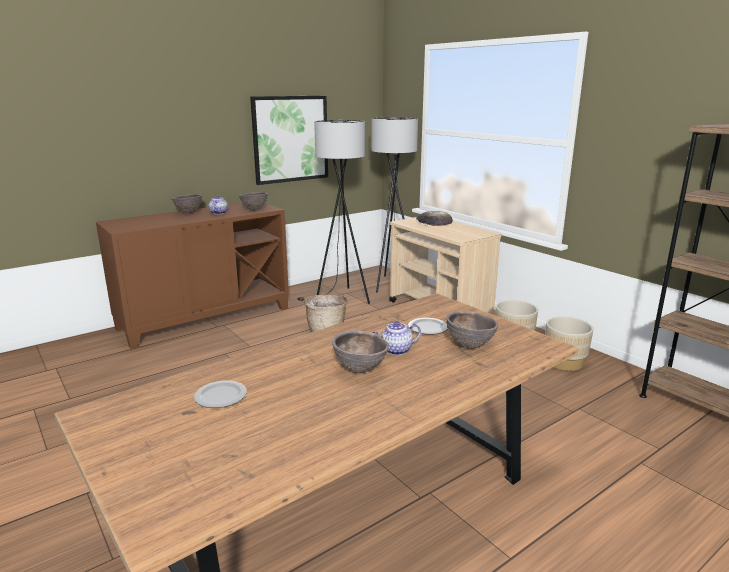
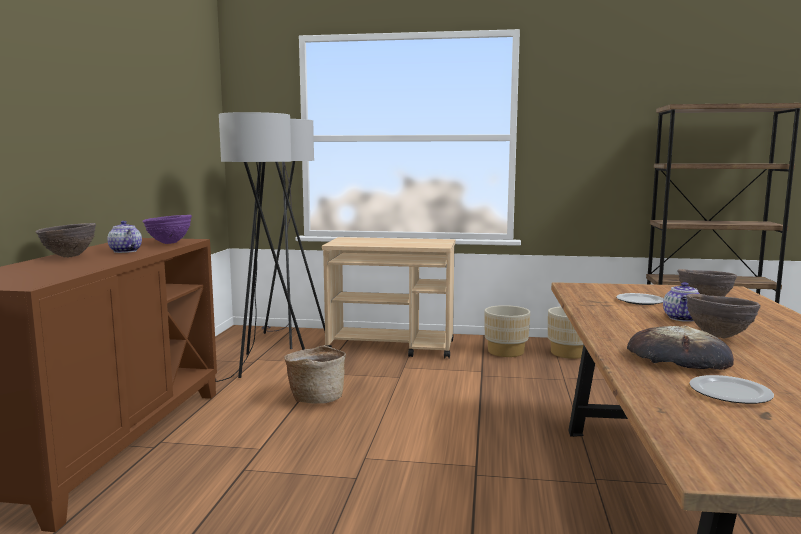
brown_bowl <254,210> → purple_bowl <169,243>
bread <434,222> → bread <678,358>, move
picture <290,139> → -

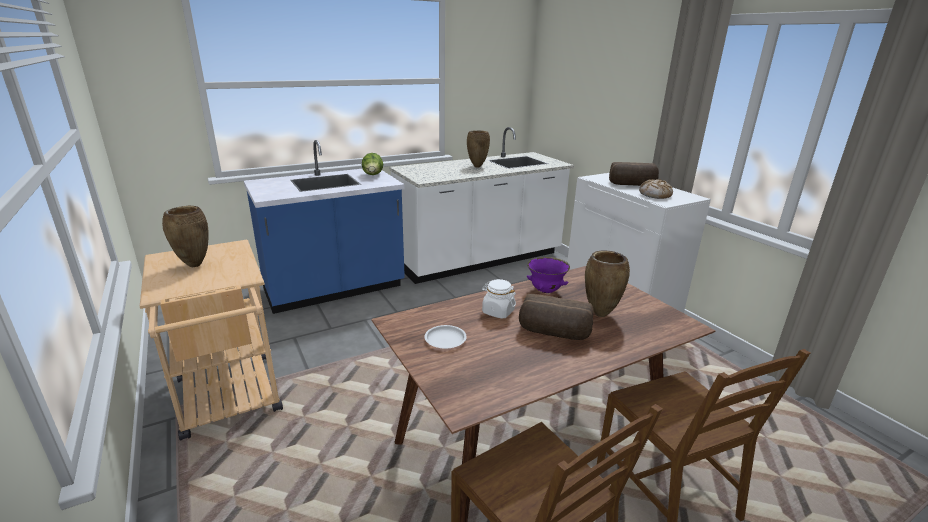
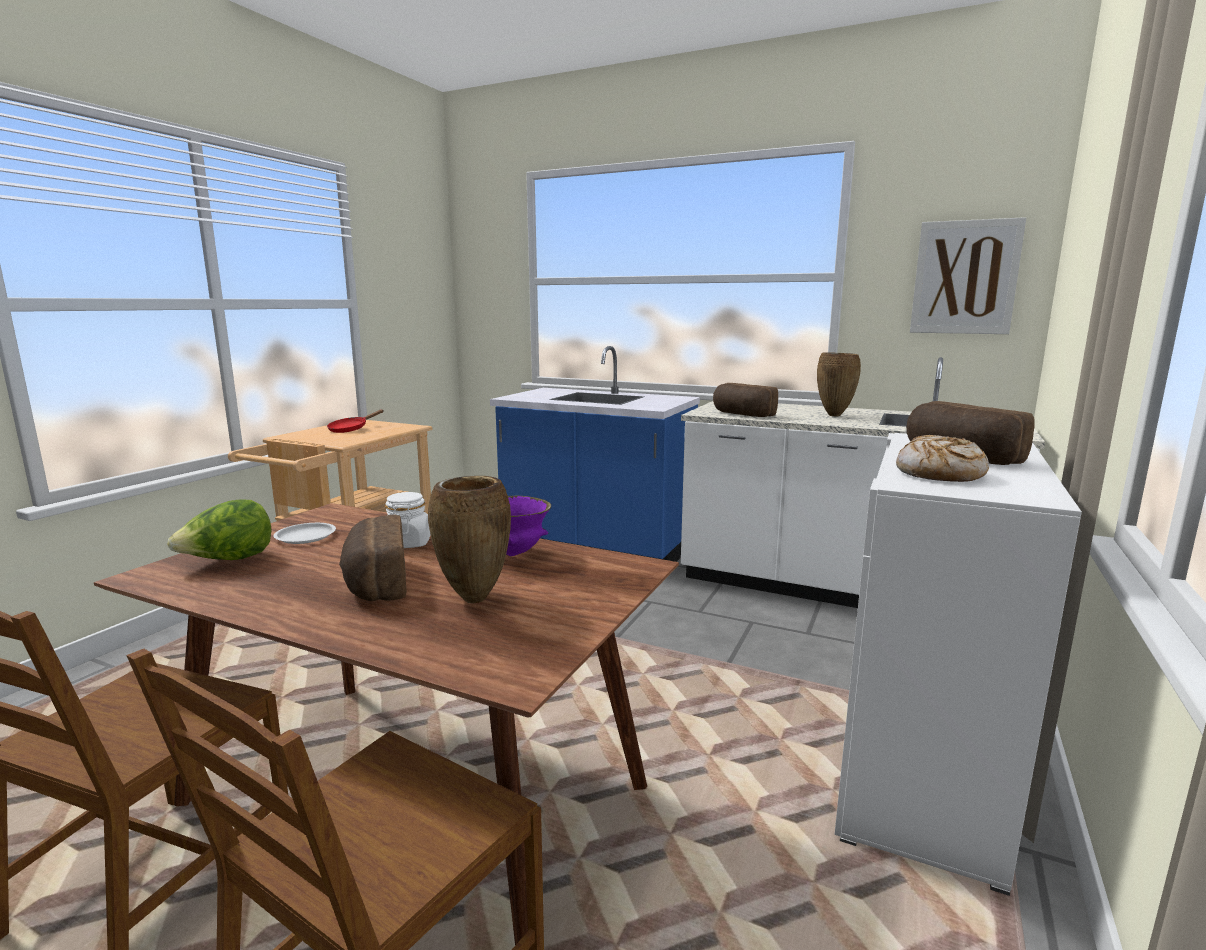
lettuce <373,175> → lettuce <229,561>, move
brown_vase <194,265> → red_frying_pan <351,429>
- → bread <742,414>
- → picture <965,277>

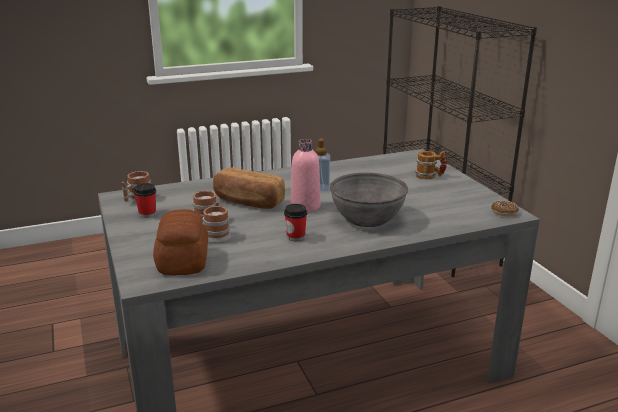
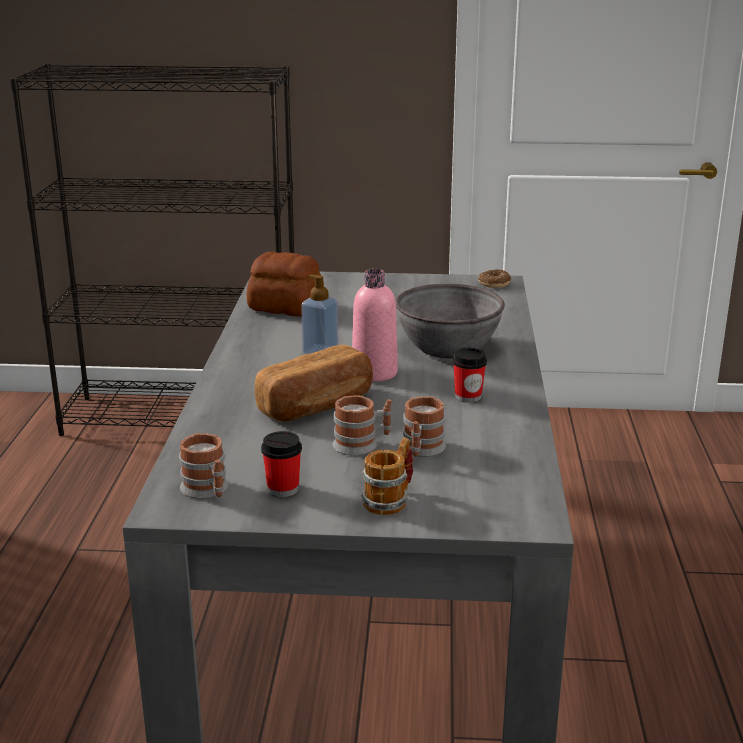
bread <184,260> → bread <286,307>, move
mug <430,176> → mug <390,500>, move

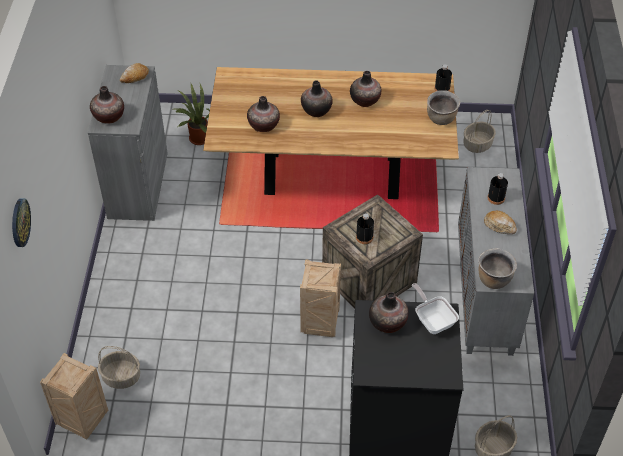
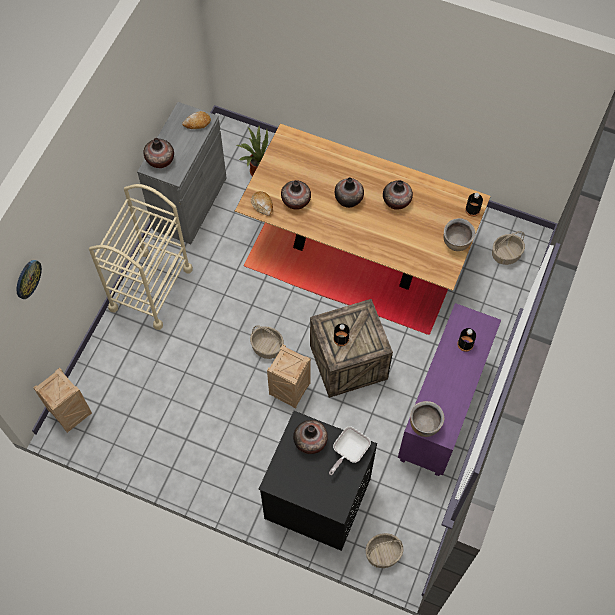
- → beige_cart <151,288>
basket <122,377> → basket <267,347>, move
bread <499,226> → bread <262,205>, move
frying_pan <433,320> → frying_pan <348,452>, 135 degrees counterclockwise
grey_cabinet <486,294> → purple_cabinet <442,410>

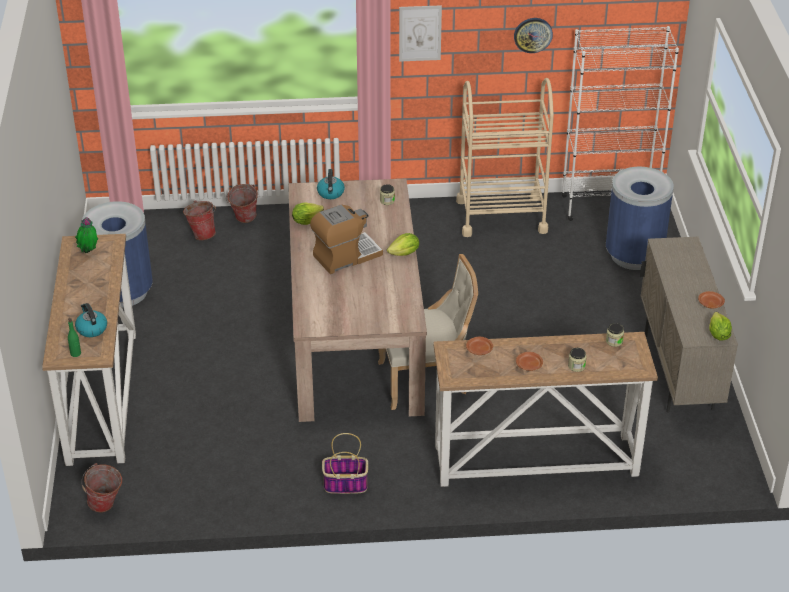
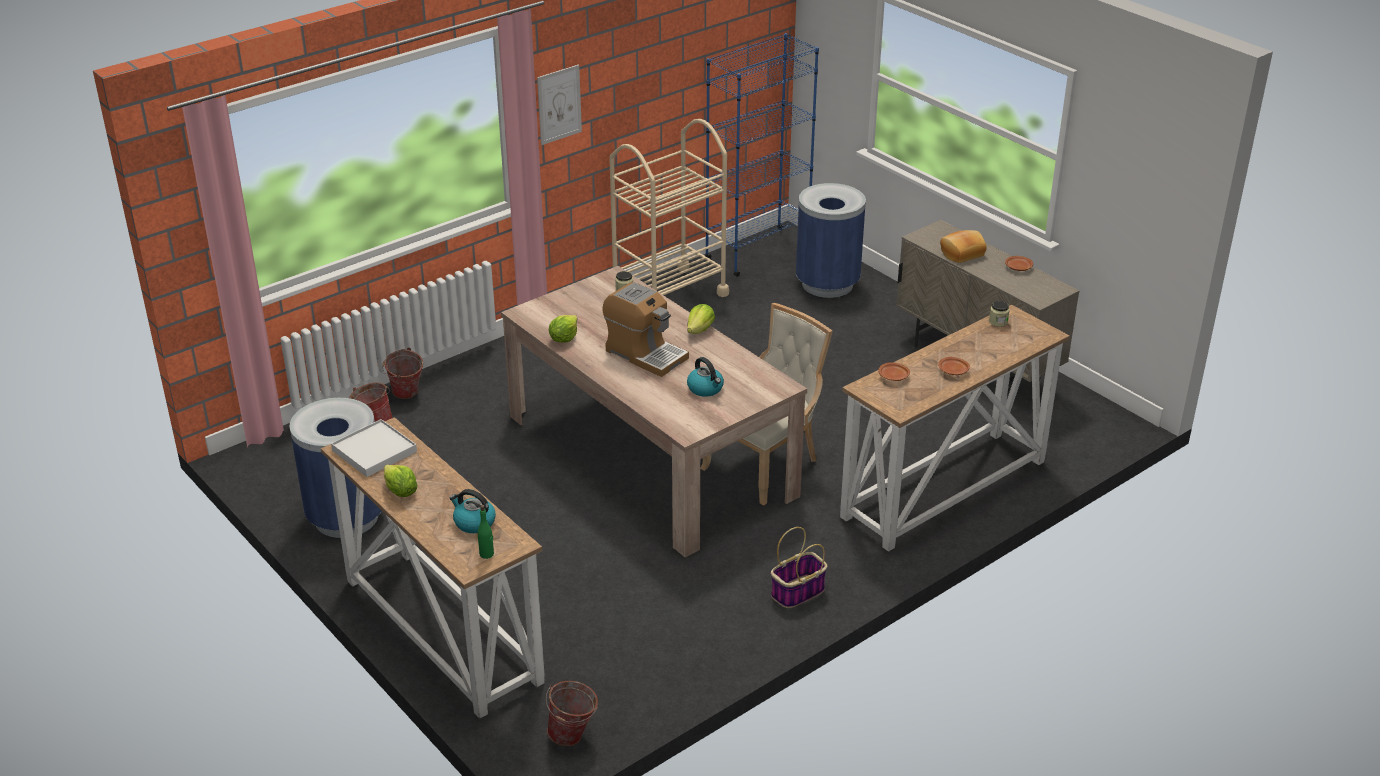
potted_plant <89,252> → white_tray <374,451>
lettuce <718,335> → lettuce <400,492>, move
coffee_machine <346,256> → coffee_machine <645,354>, 105 degrees clockwise
kettle <331,193> → kettle <706,389>, move
white_bookcase <609,206> → blue_bookcase <758,252>
- → bread <961,253>
wall_clock <533,34> → -
jar <576,366> → -

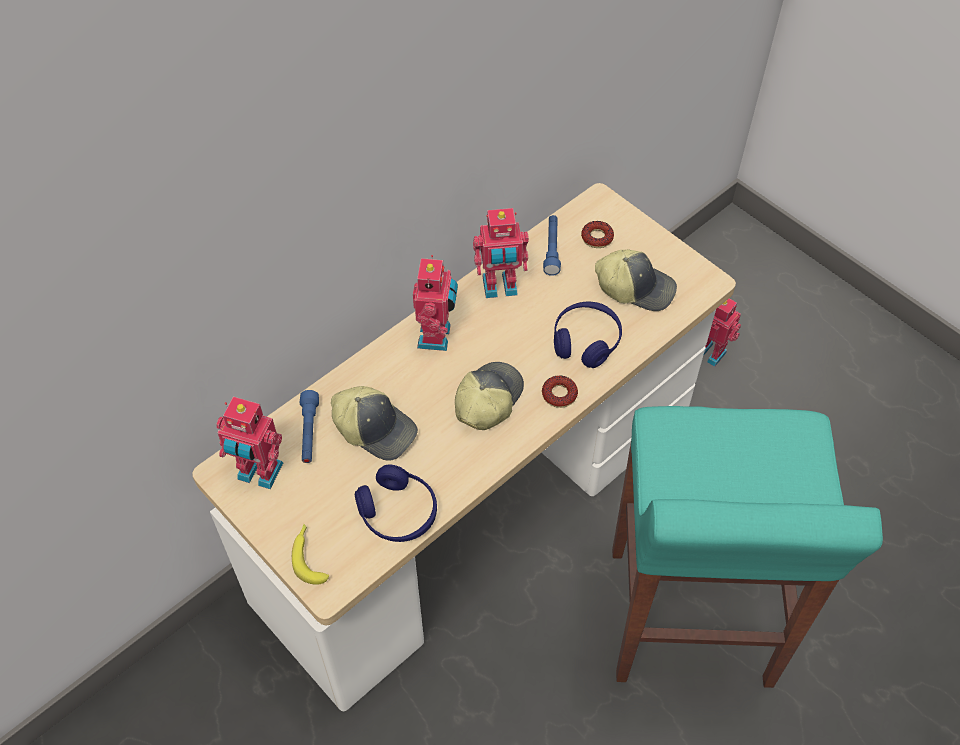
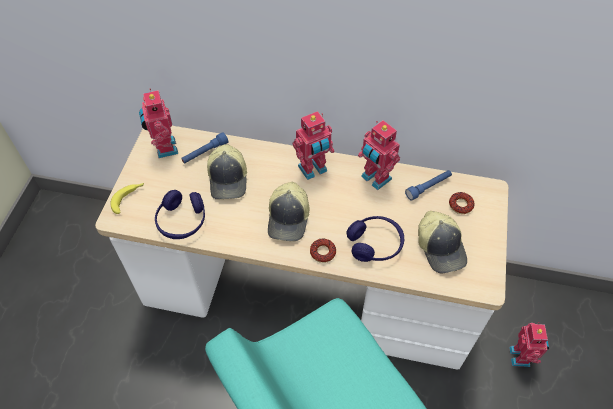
cap <487,400> → cap <289,218>, 105 degrees clockwise

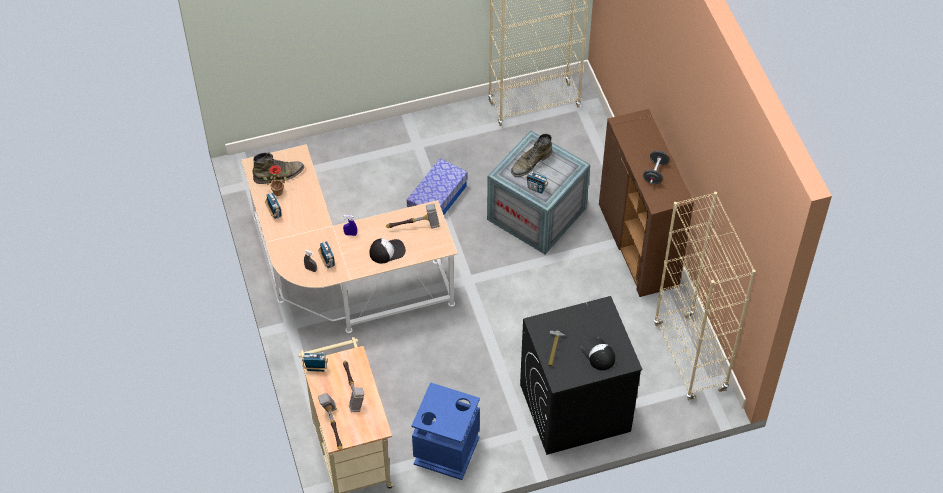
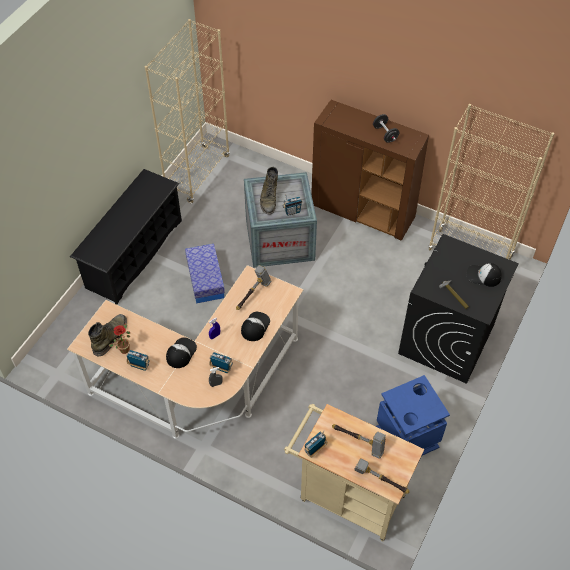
- → black_shoe_rack <134,254>
- → cap <181,353>

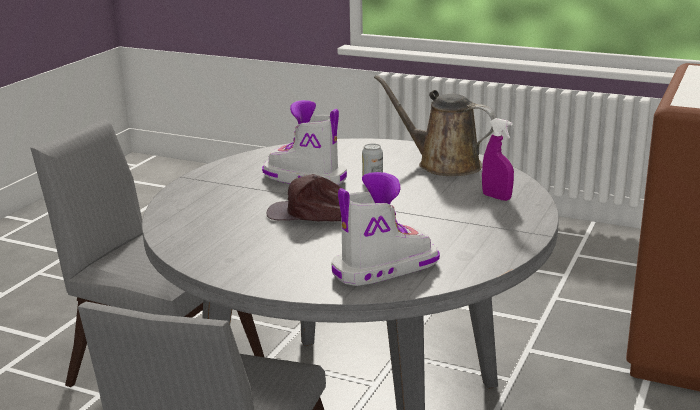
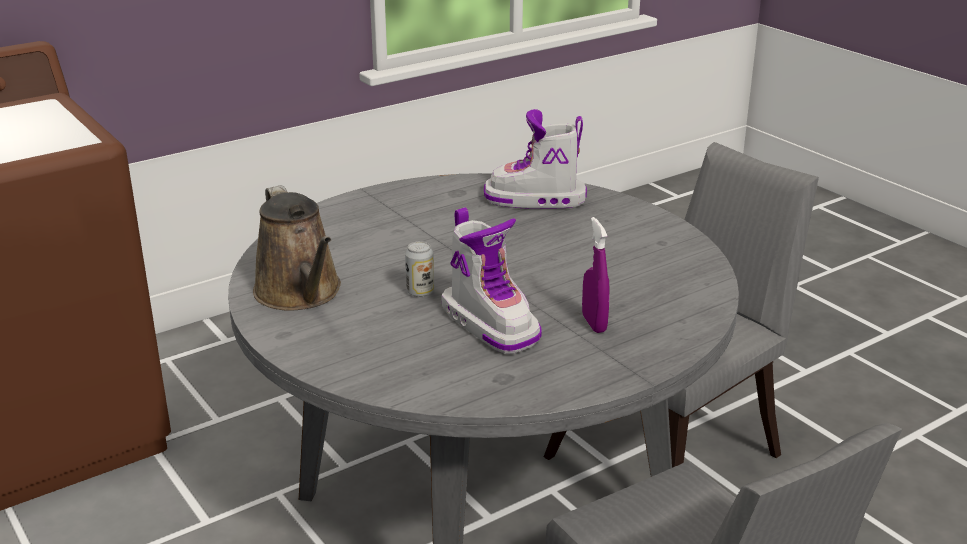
purple_spray_bottle <496,197> → purple_spray_bottle <594,323>, move
brown_cap <311,214> → -

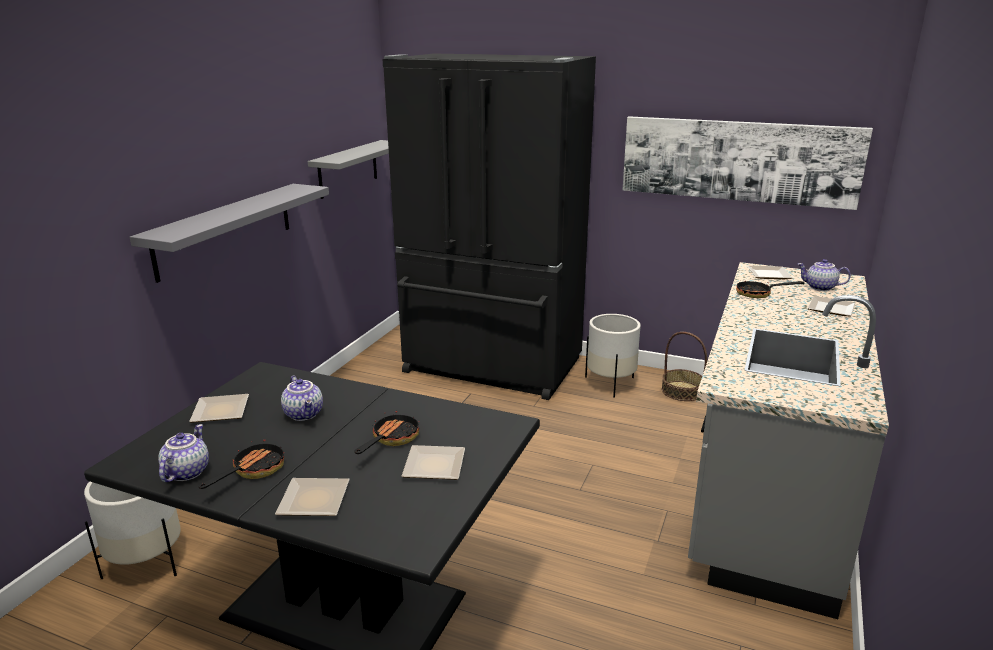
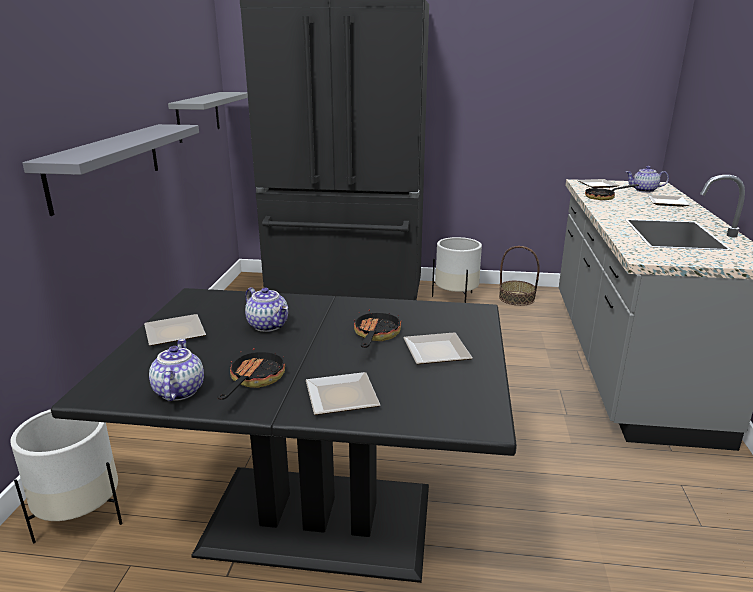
picture <738,160> → -

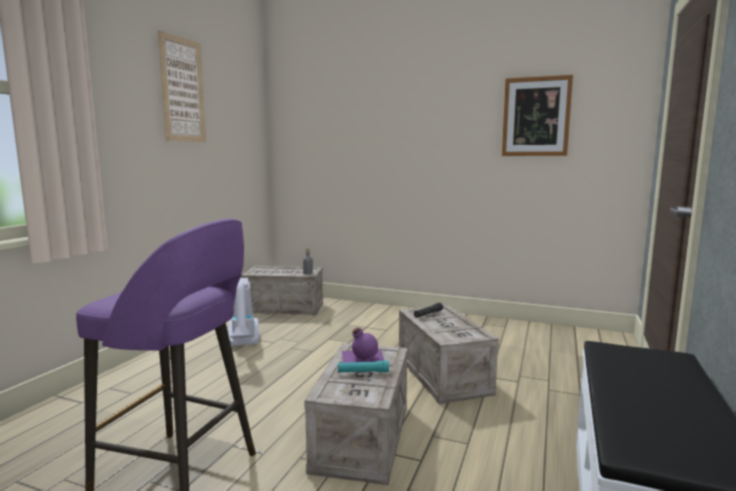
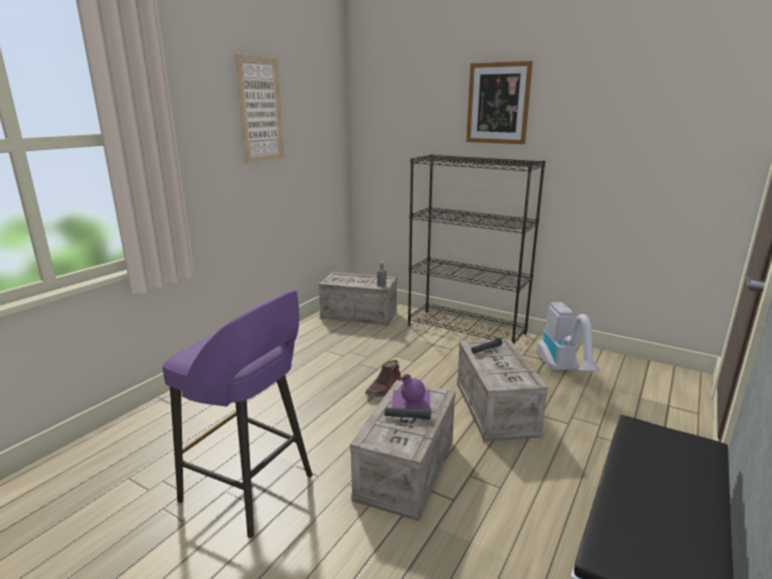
- → brown_boot <384,388>
turquoise_flashlight <363,372> → black_flashlight <407,417>
- → black_bookcase <467,329>
picture <536,117> → picture <498,103>, move
vacuum_cleaner <244,346> → vacuum_cleaner <563,370>, move

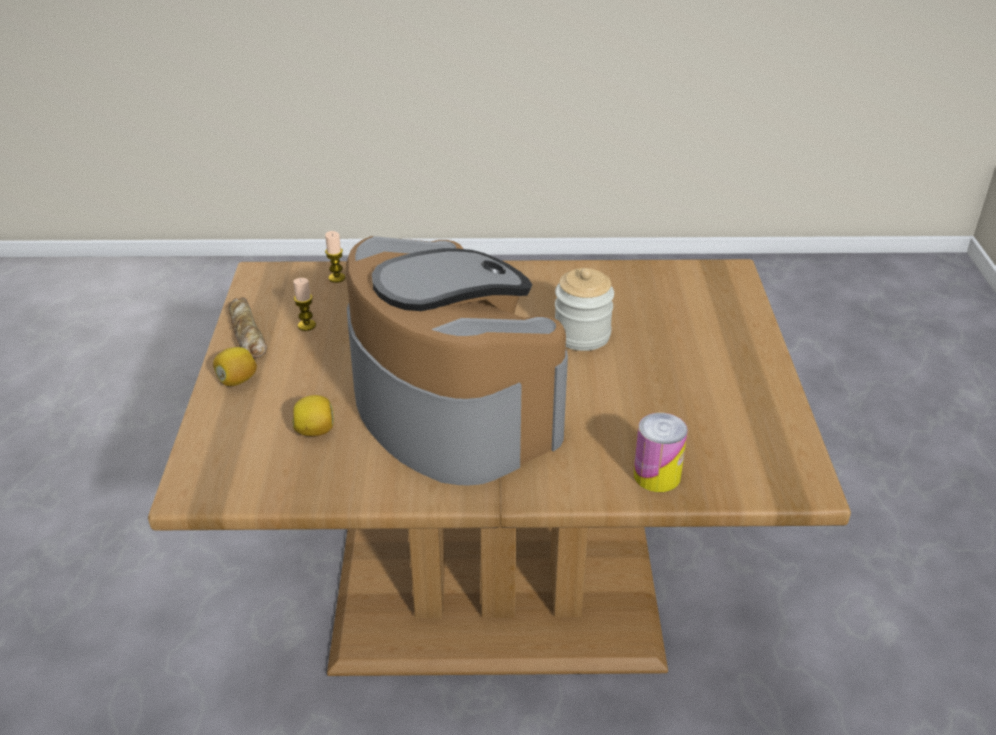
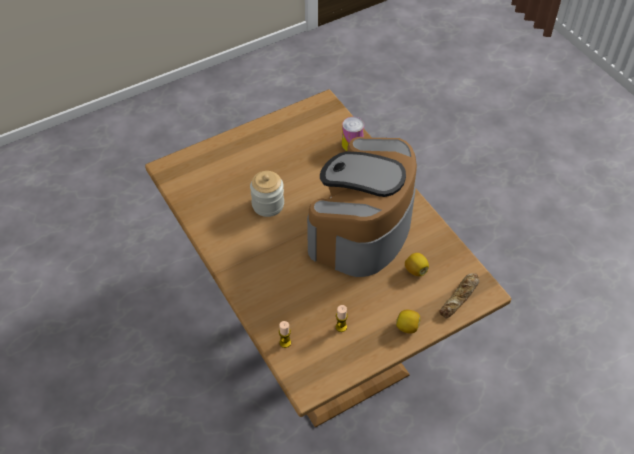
bread <246,333> → bread <460,298>, move

